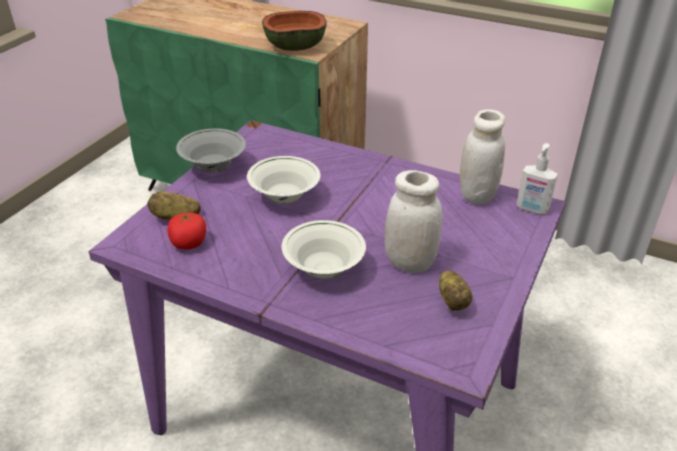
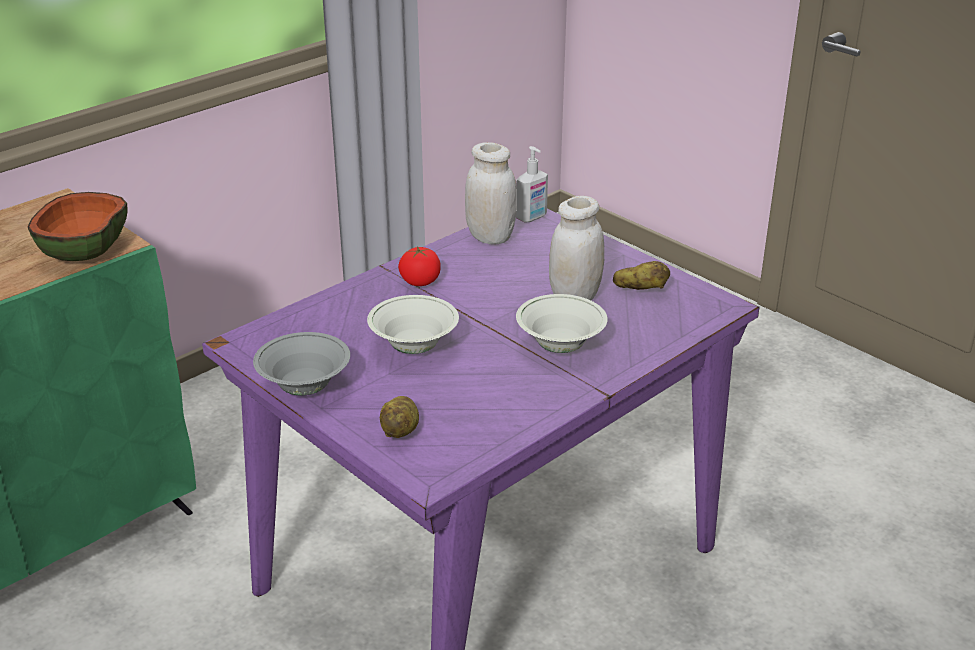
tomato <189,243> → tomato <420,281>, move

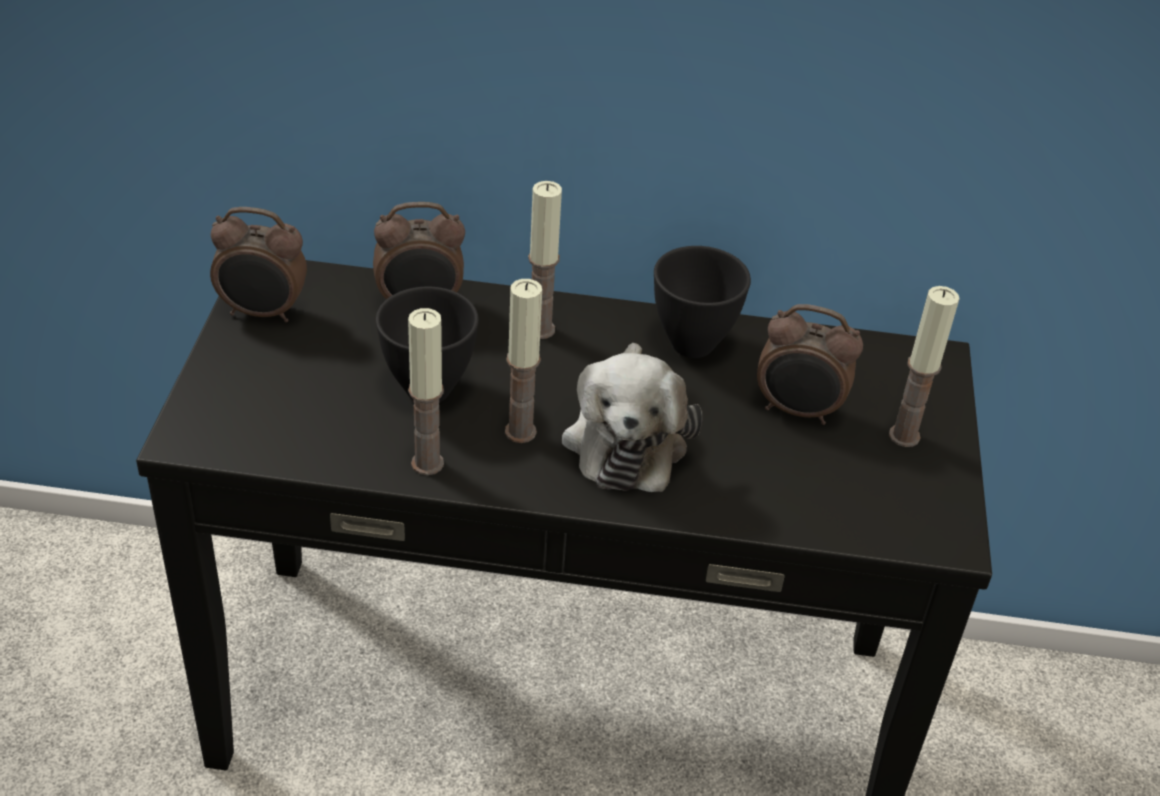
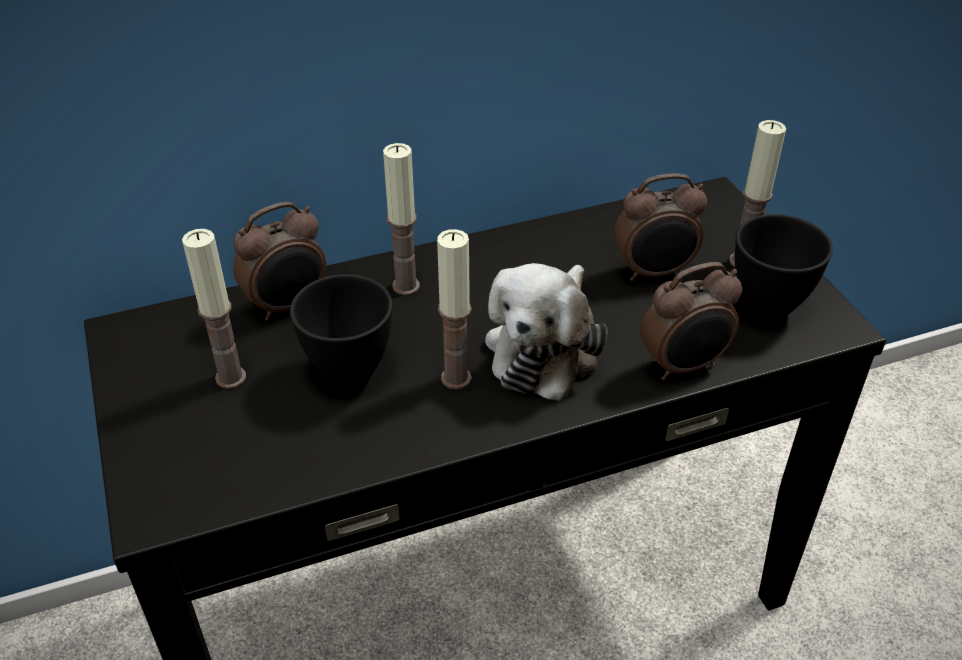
candle <427,463> → candle <231,377>, move
plush_toy <626,439> → plush_toy <545,348>, 45 degrees clockwise
alarm_clock <263,313> → alarm_clock <684,366>, move
black_bowl <691,346> → black_bowl <768,310>, move

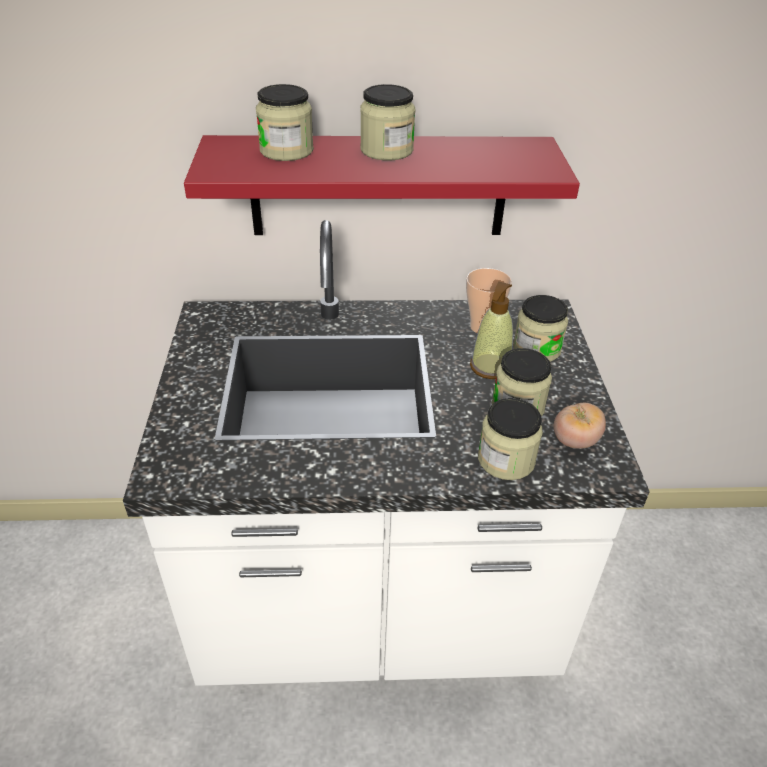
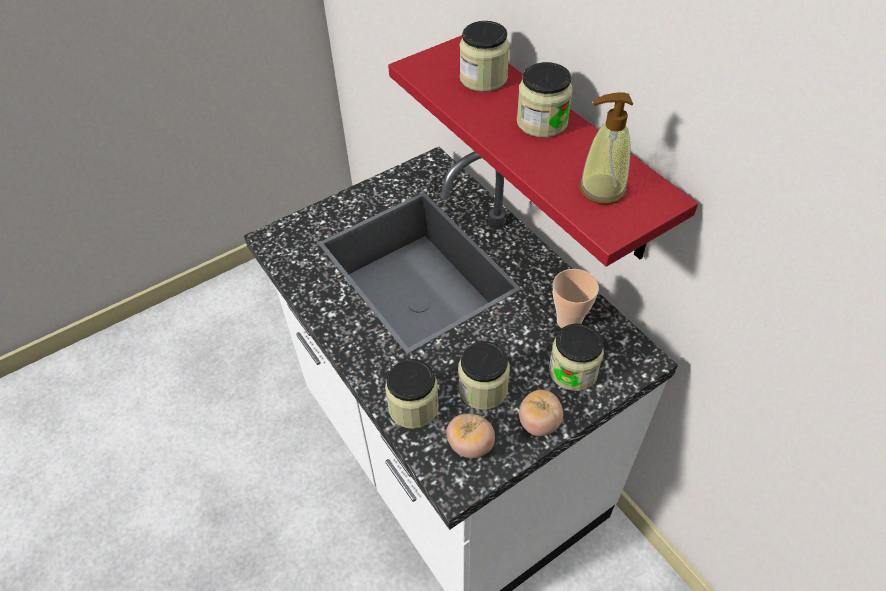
- → tomato <539,423>
soap_dispenser <490,367> → soap_dispenser <601,189>, move

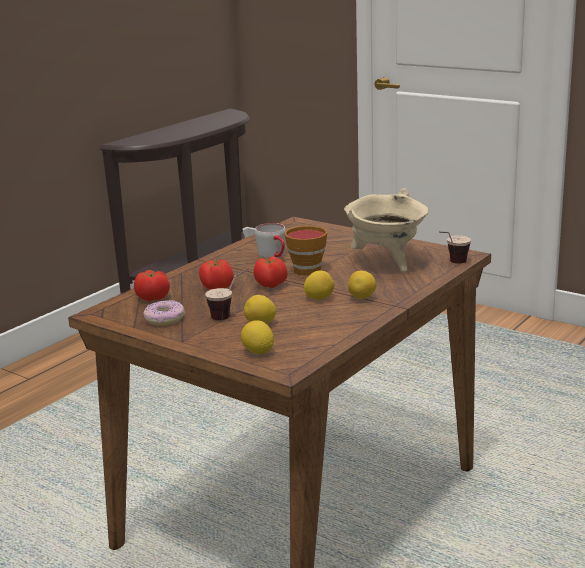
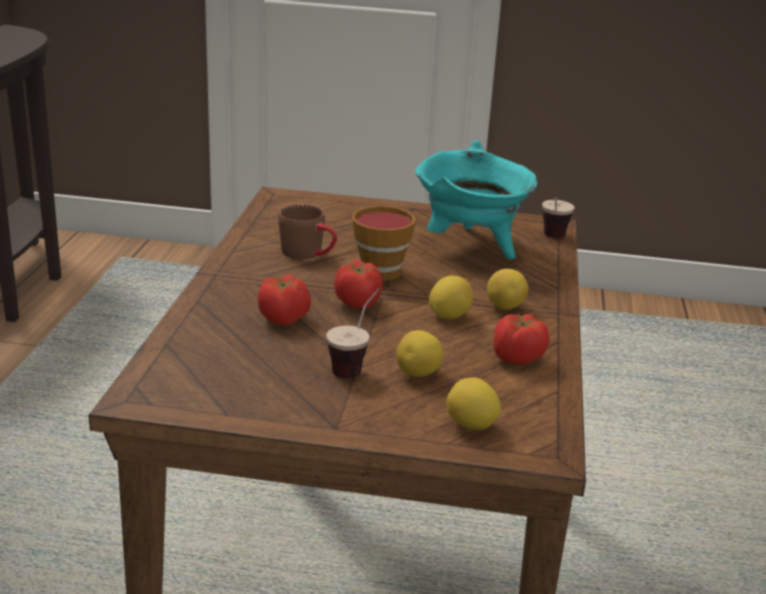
grey_mug <274,256> → brown_mug <309,254>
beige_cooking_pot <386,263> → turquoise_cooking_pot <471,247>
tomato <153,298> → tomato <517,358>, move
donut <165,319> → -

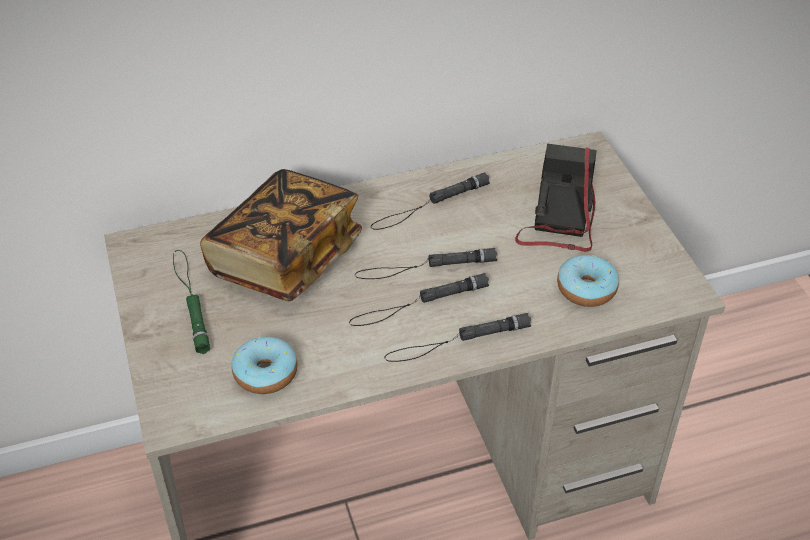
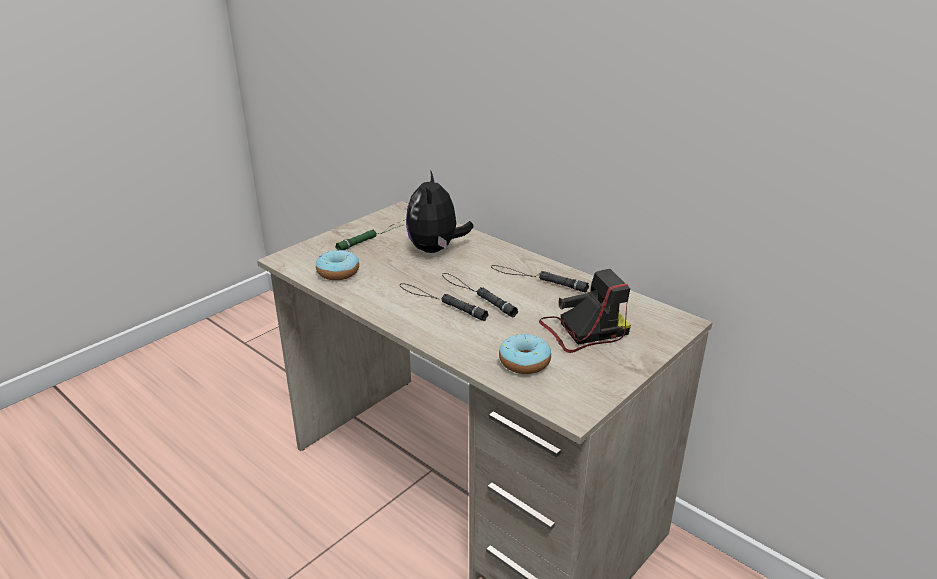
book <285,258> → plush_toy <436,249>
black_flashlight <457,341> → -

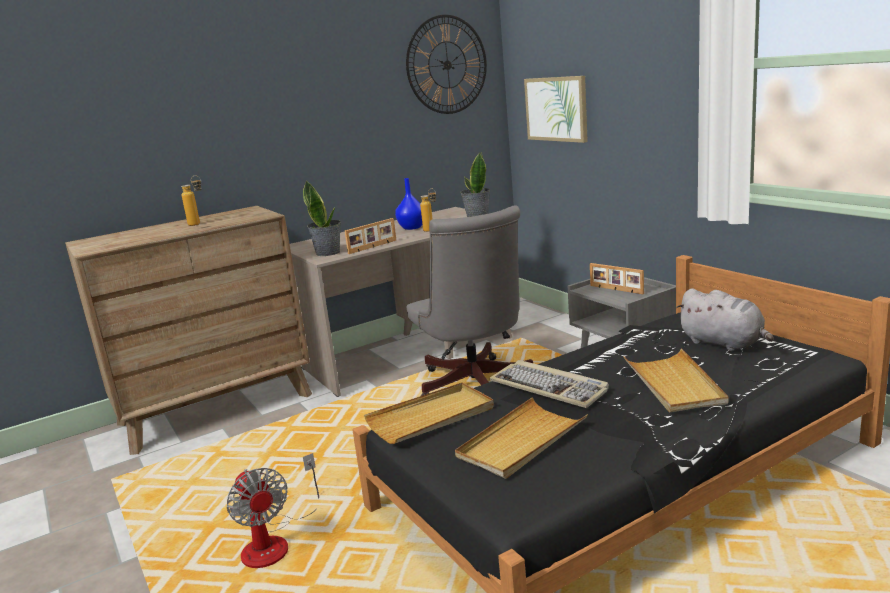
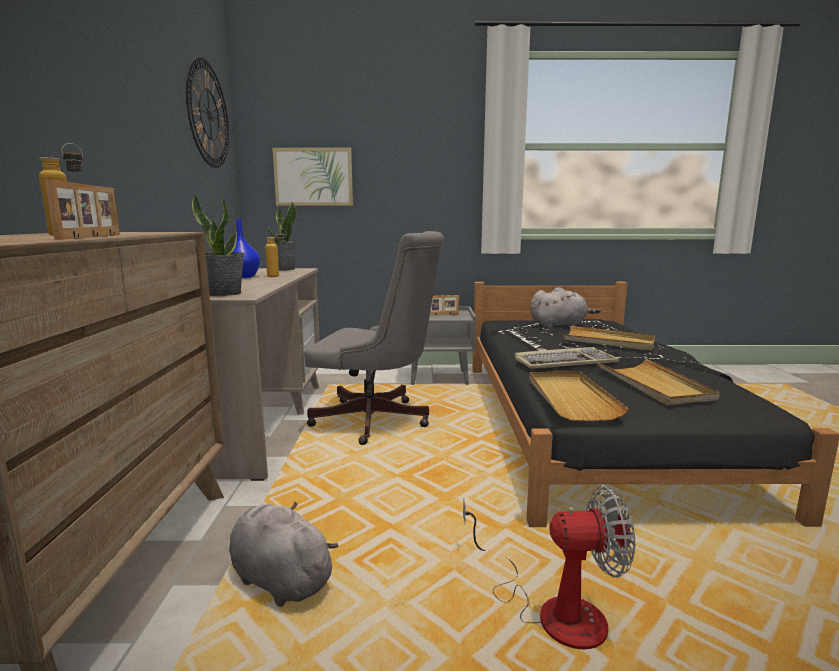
picture_frame <373,247> → picture_frame <93,237>, move
- → grey_plush_toy <278,579>

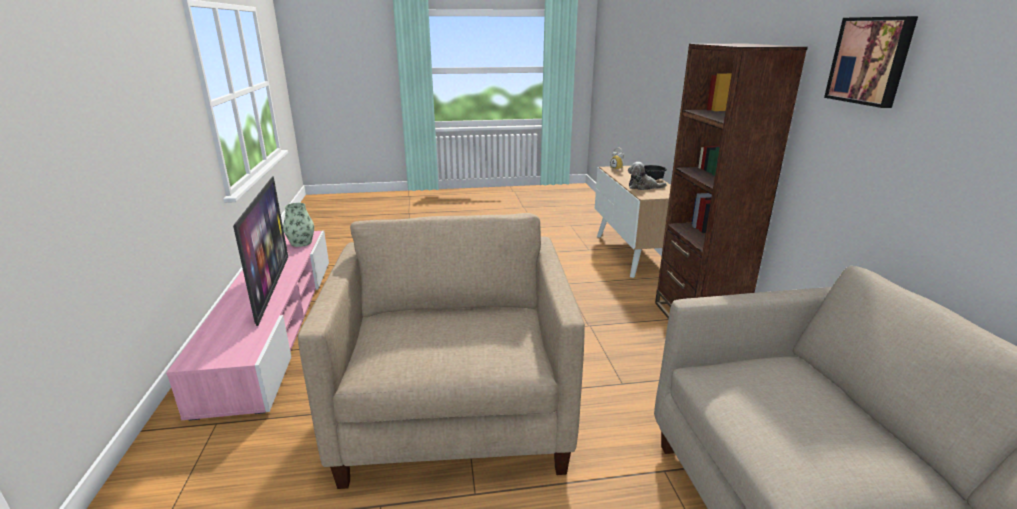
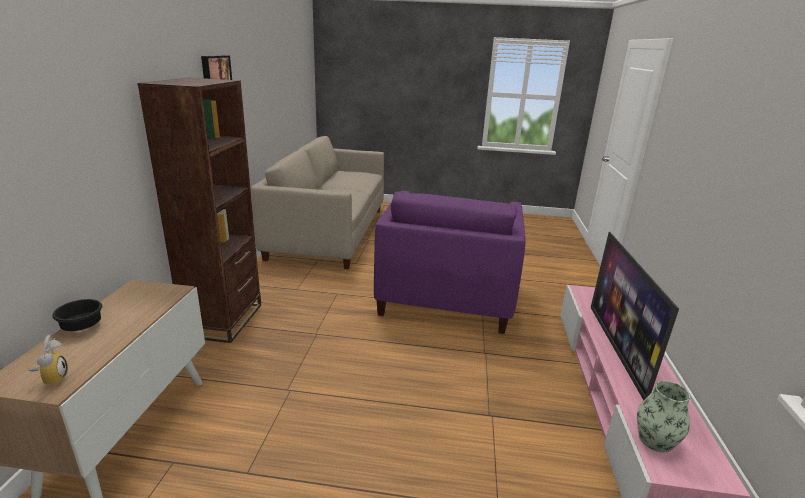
beige_armchair <455,415> → purple_armchair <446,297>
plush_toy <643,187> → -

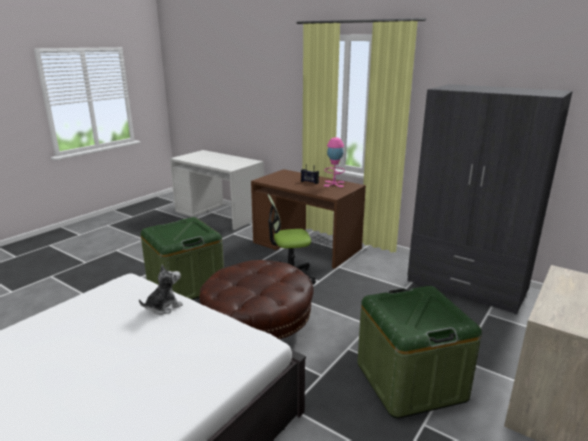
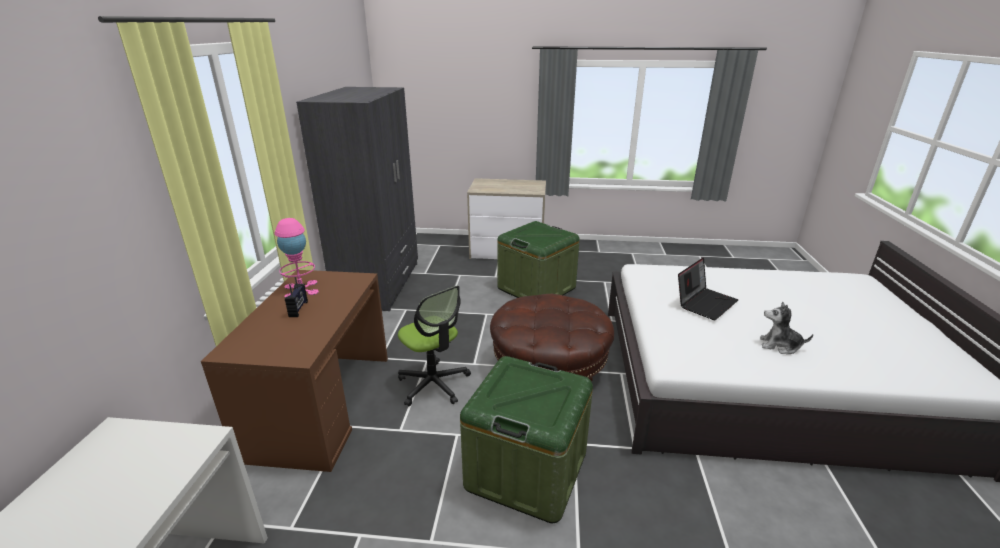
- → laptop <705,302>
plush_toy <163,307> → plush_toy <779,346>, move

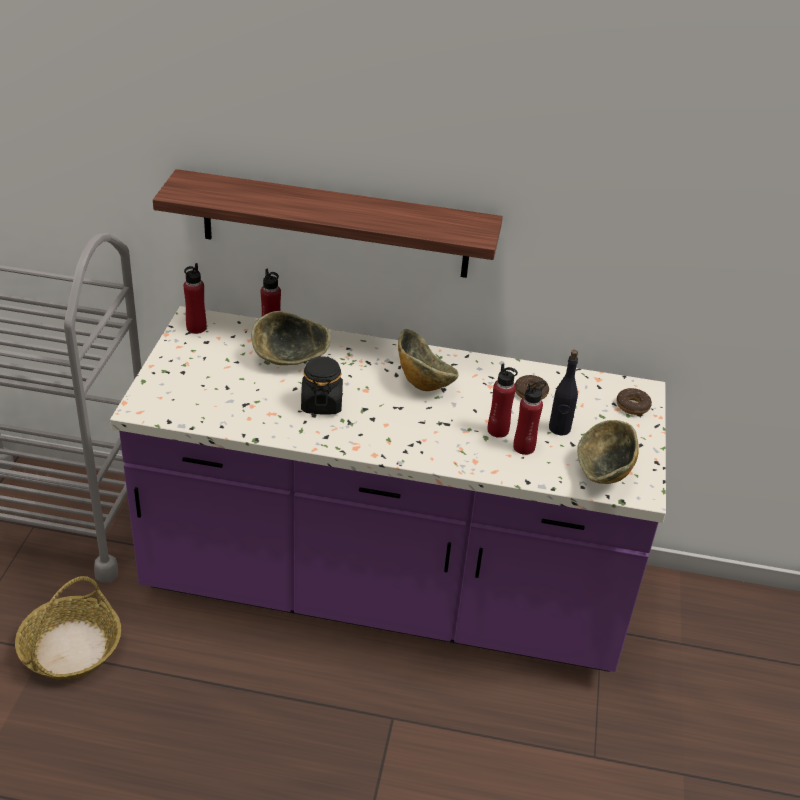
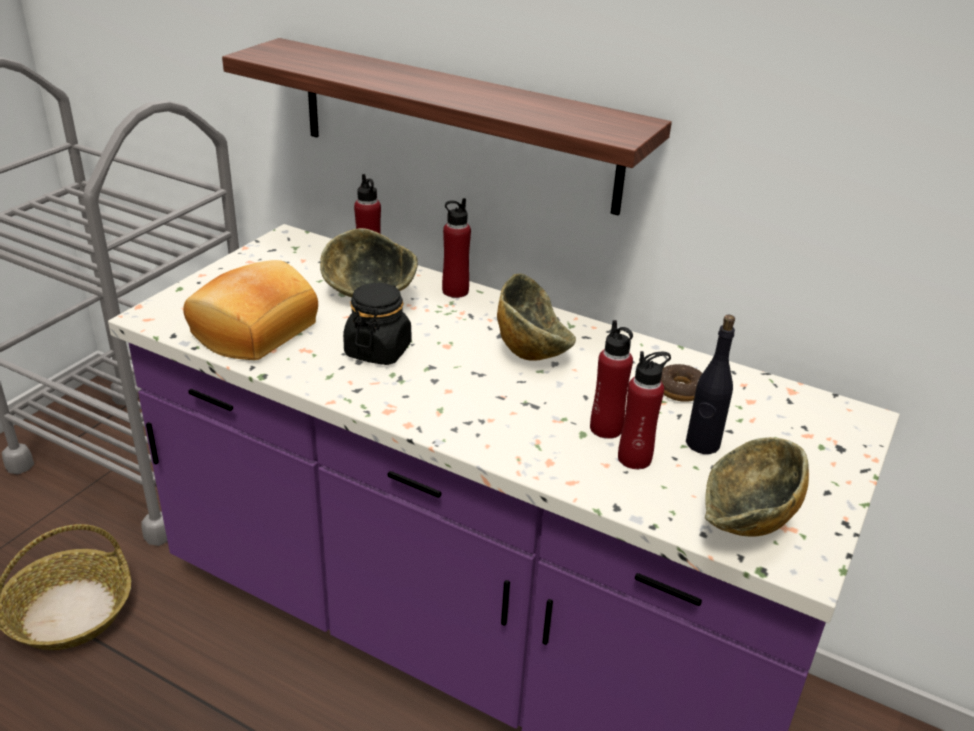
- → bread <252,330>
red_bottle <196,328> → red_bottle <455,291>, move
donut <632,406> → -

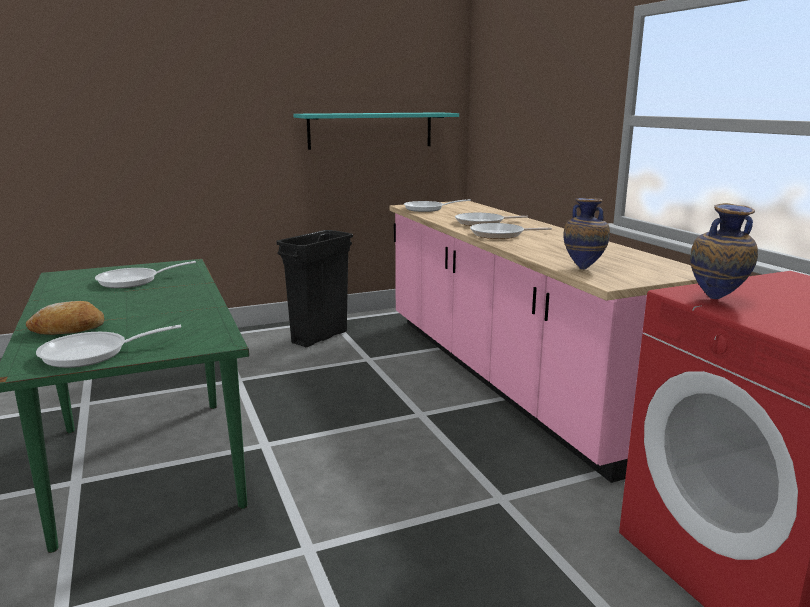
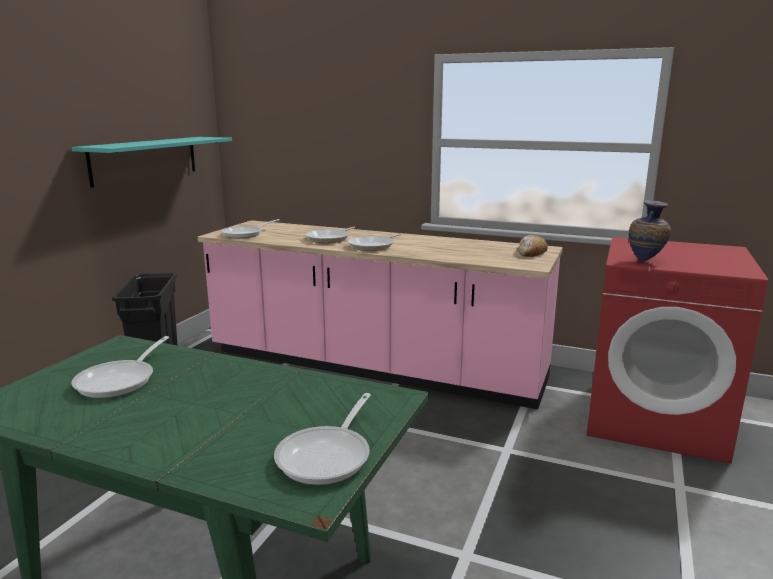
bread <68,329> → bread <531,253>, move
vase <584,268> → -

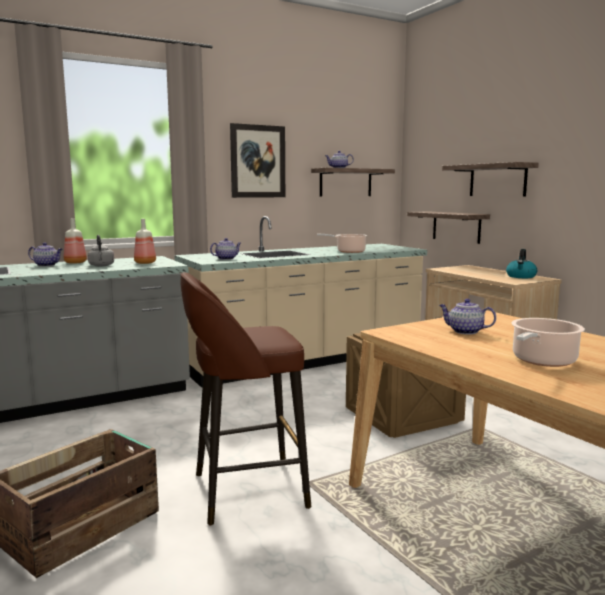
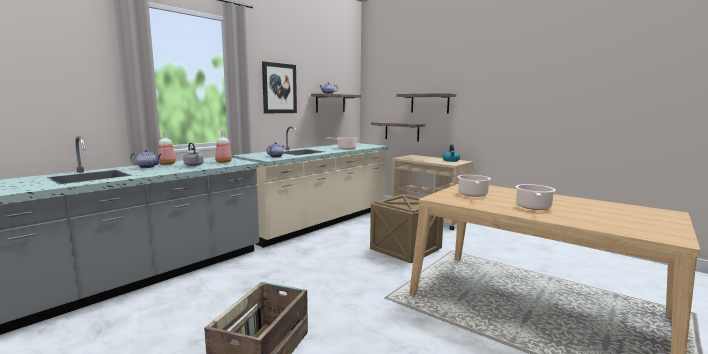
teapot <464,331> → cooking_pot <472,194>
brown_stool <246,491> → -

